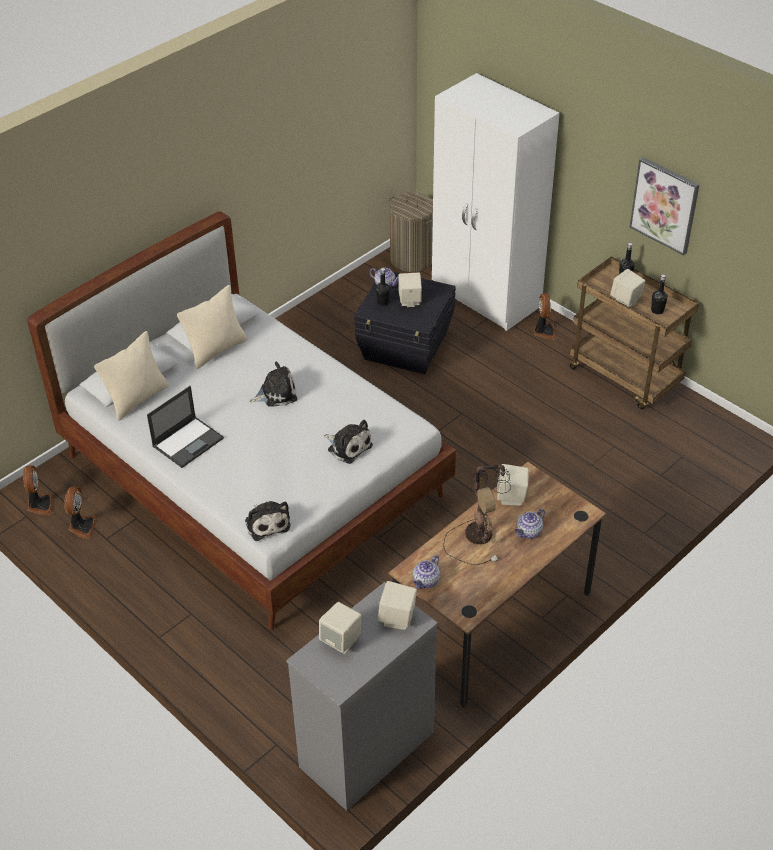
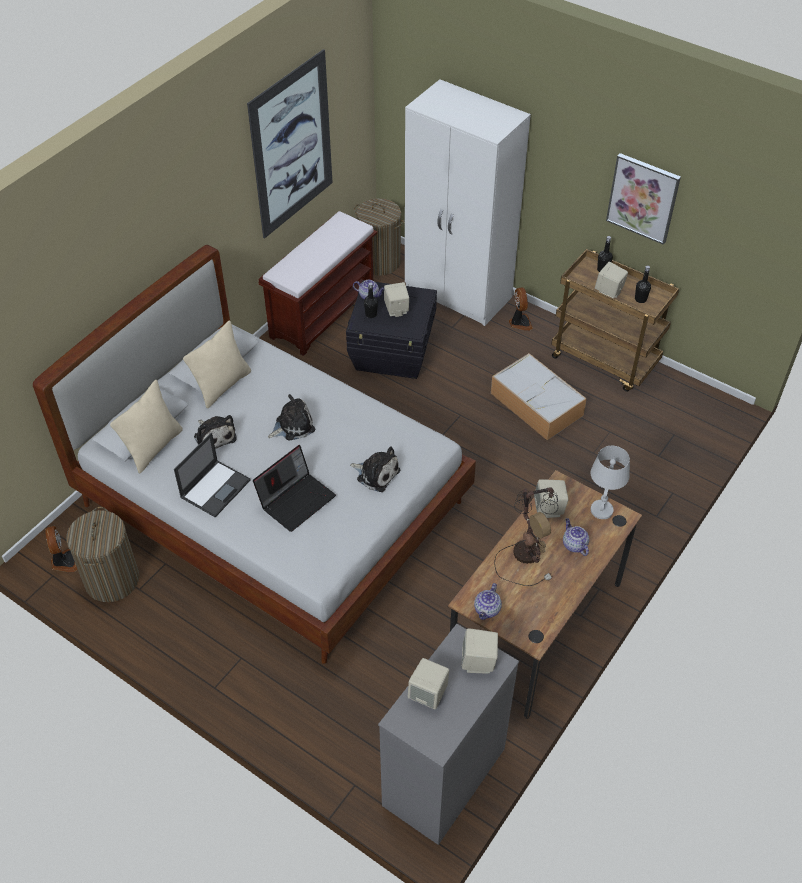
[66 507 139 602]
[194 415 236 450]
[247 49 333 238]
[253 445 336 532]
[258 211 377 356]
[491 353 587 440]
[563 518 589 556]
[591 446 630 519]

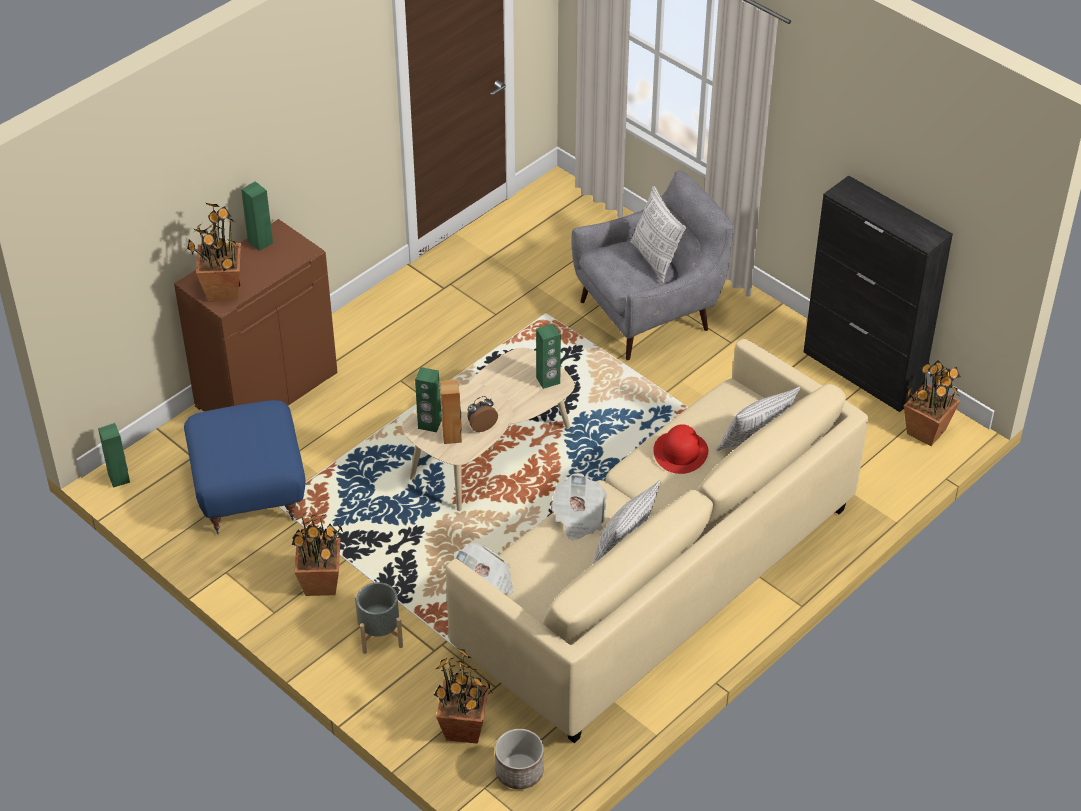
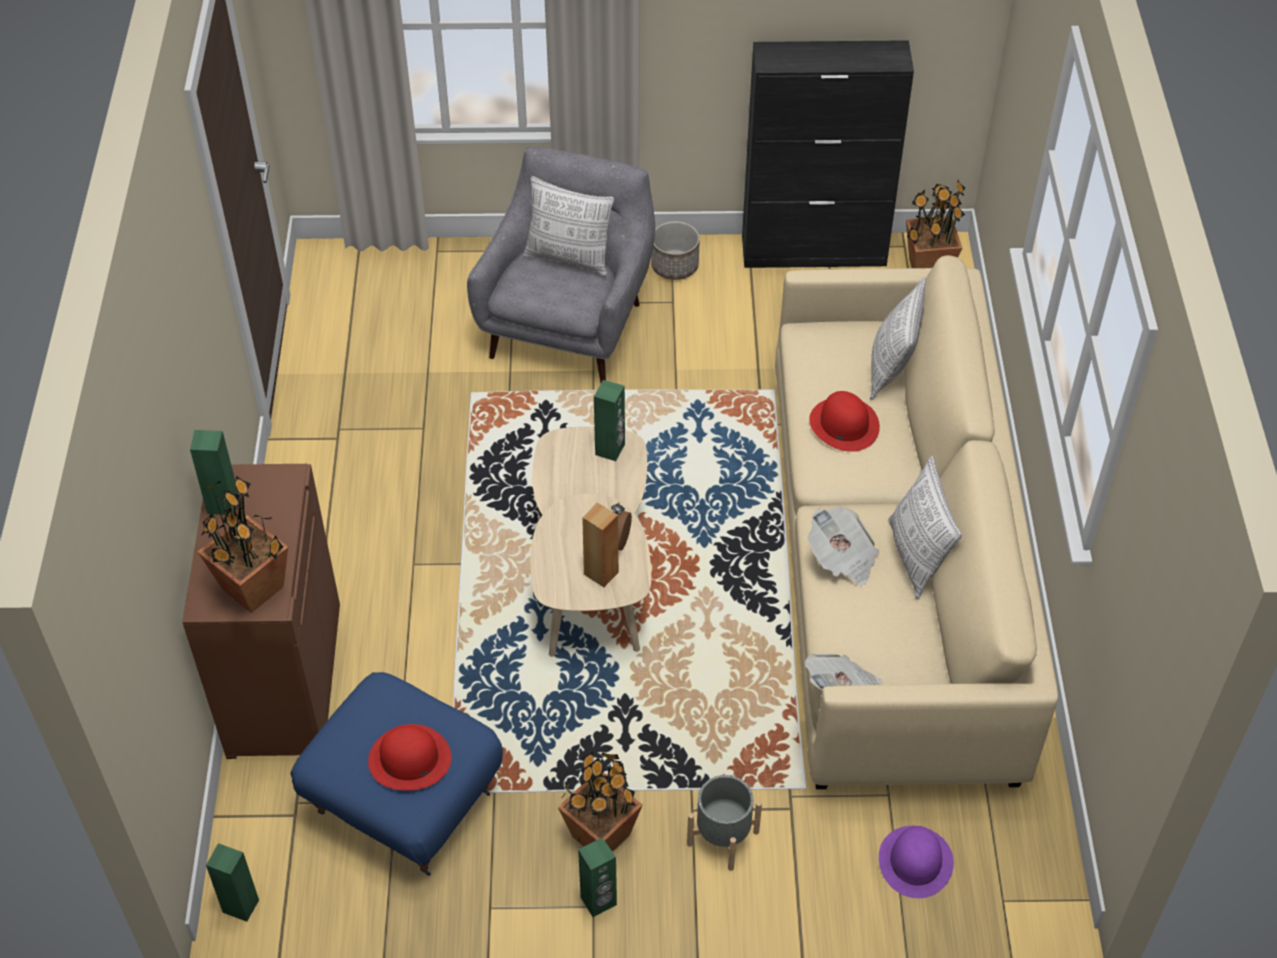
[368 724 451 791]
[578 838 617 917]
[651 221 700 280]
[879 826 954 898]

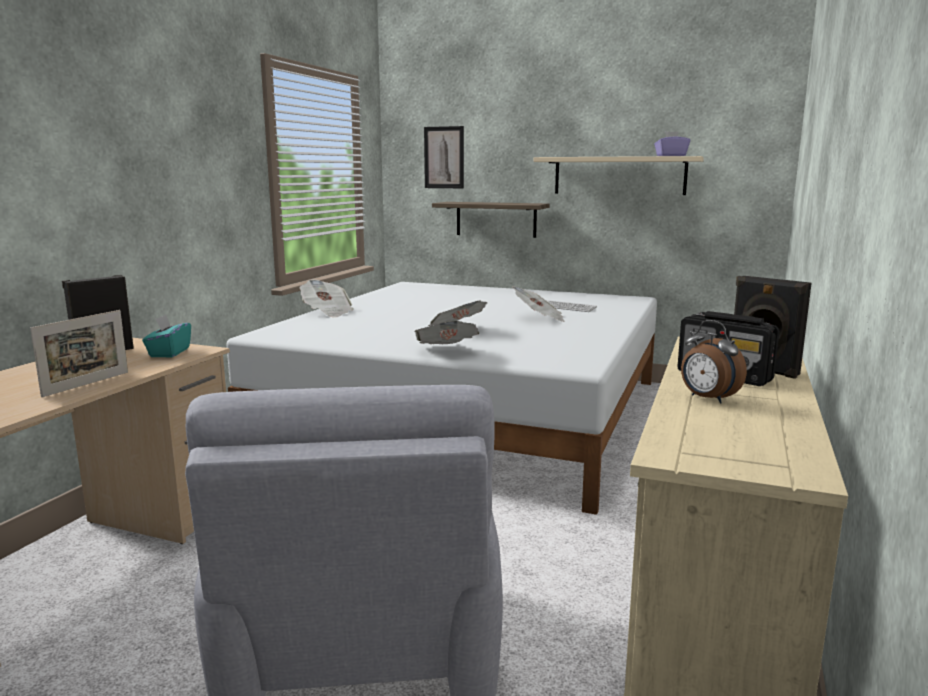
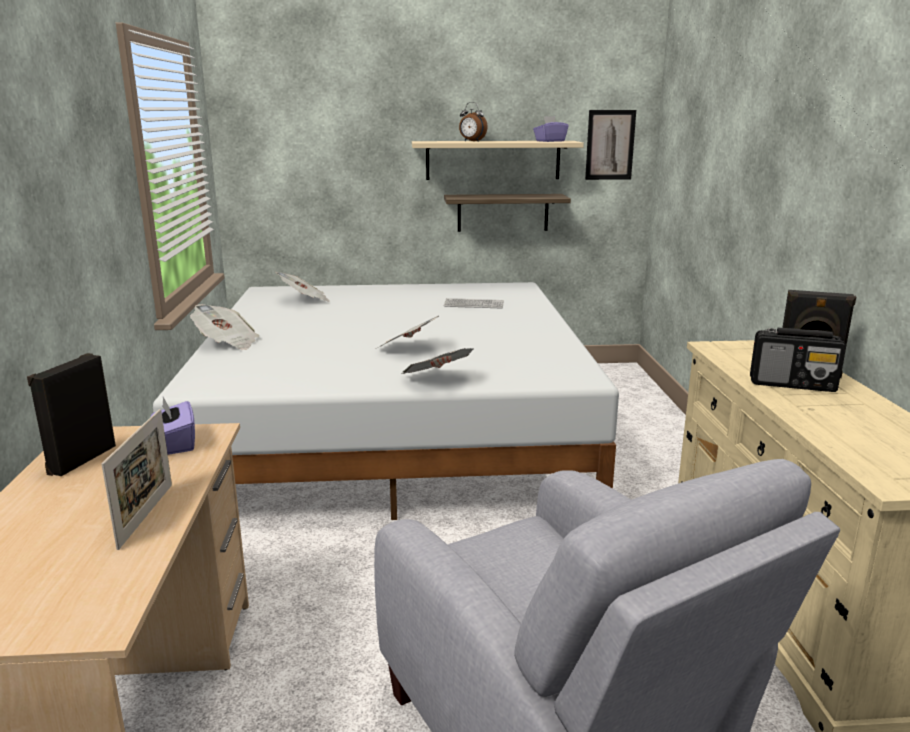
[151 397 195 455]
[275 272 331 302]
[444 194 571 232]
[459 102 488 142]
[585 110 636 180]

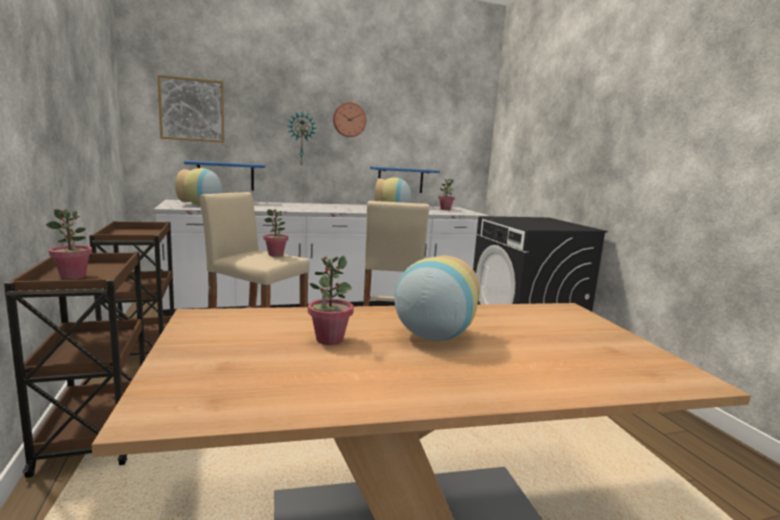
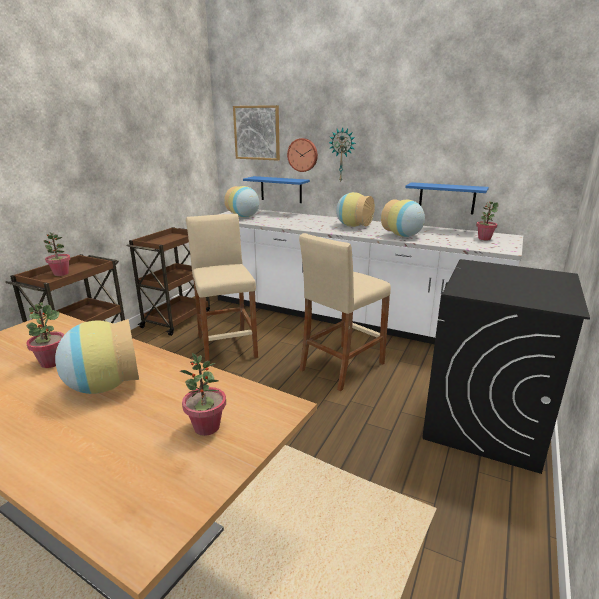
[180 353 226 436]
[287 138 318 172]
[336 192 375 227]

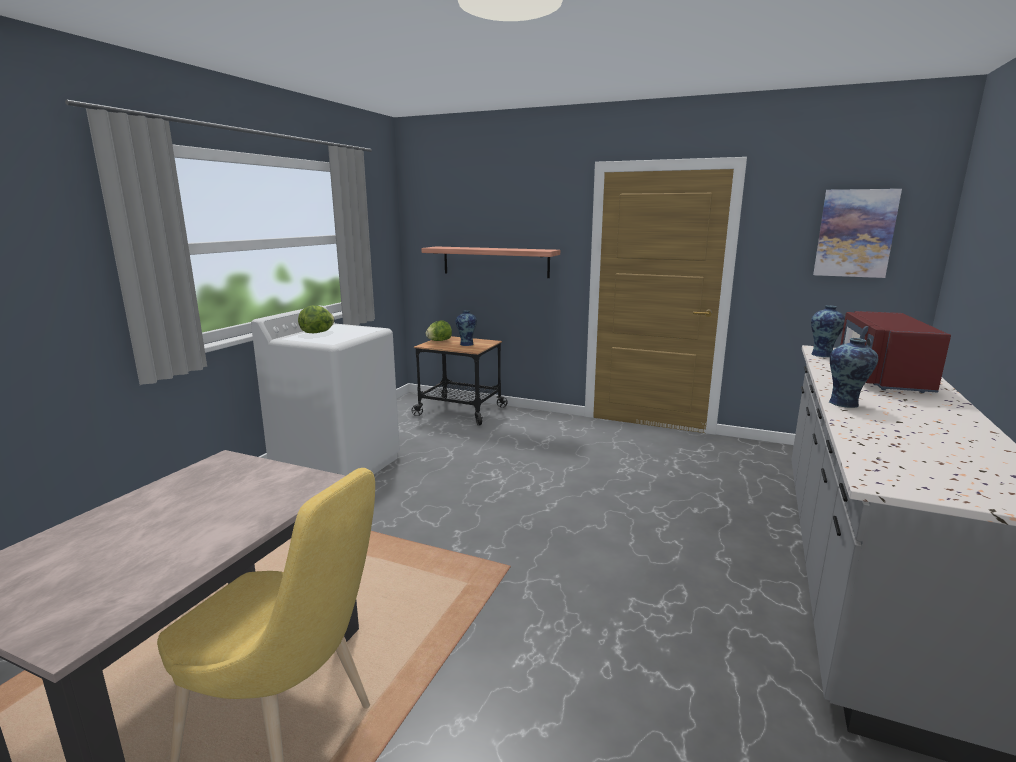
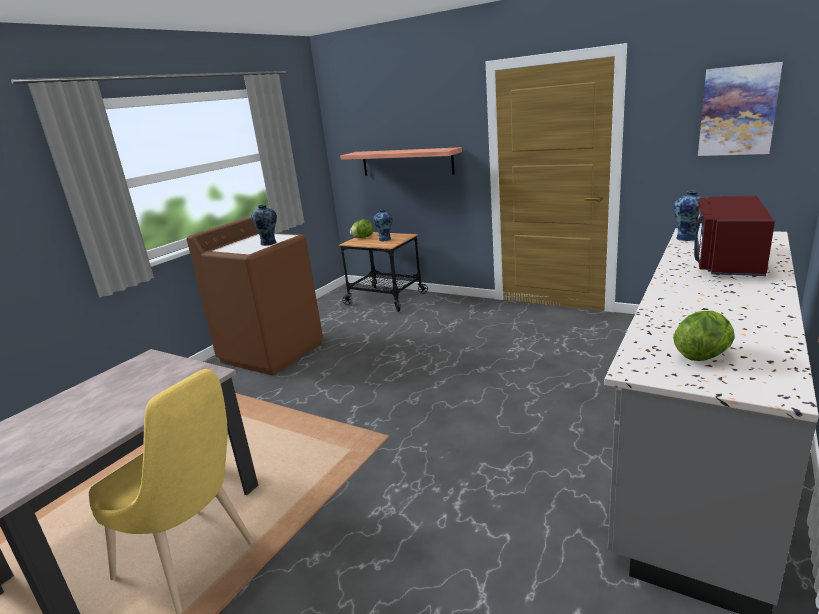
[187 217 323 375]
[251 204 277 246]
[673 311 735 361]

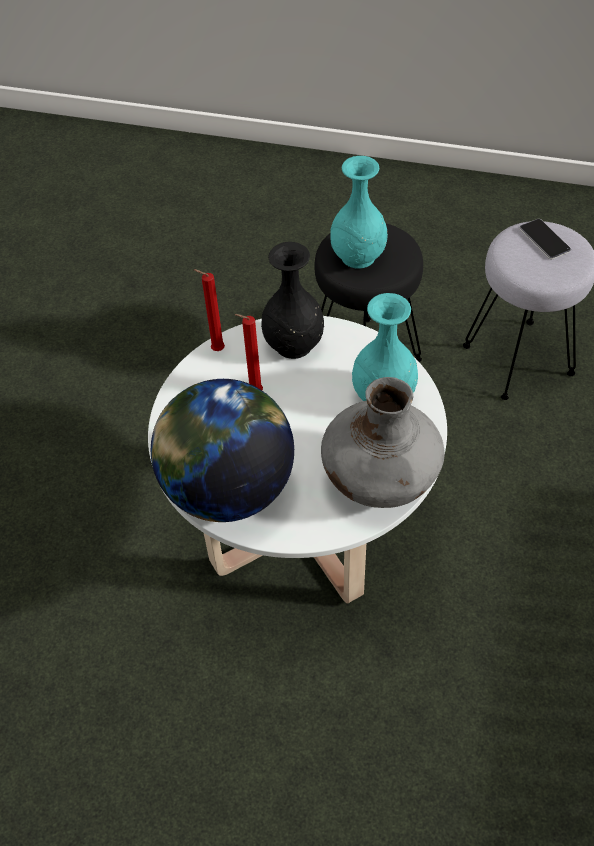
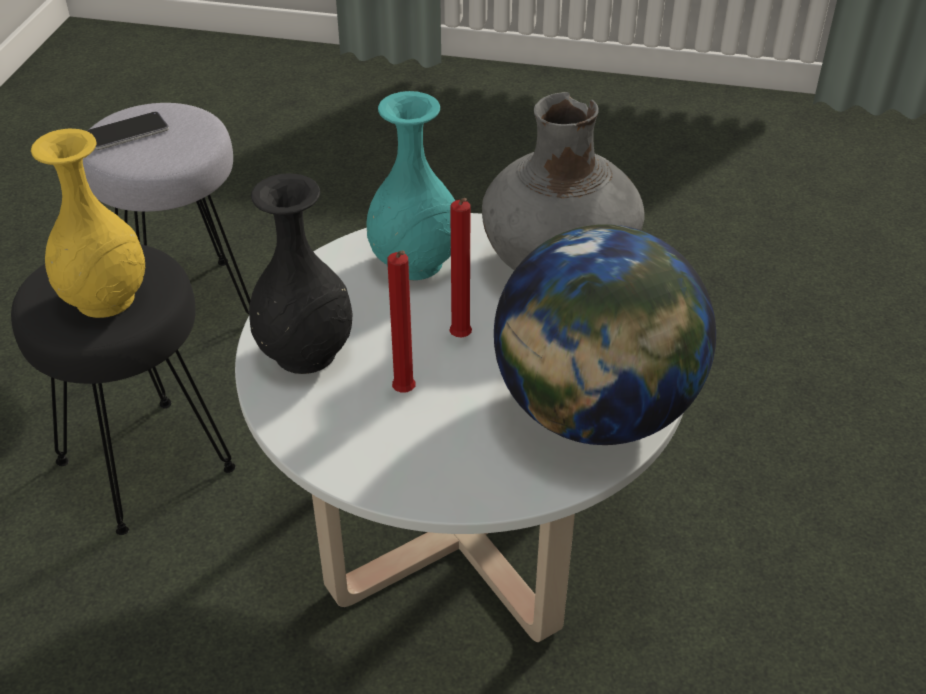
[31 128 145 318]
[449 198 472 337]

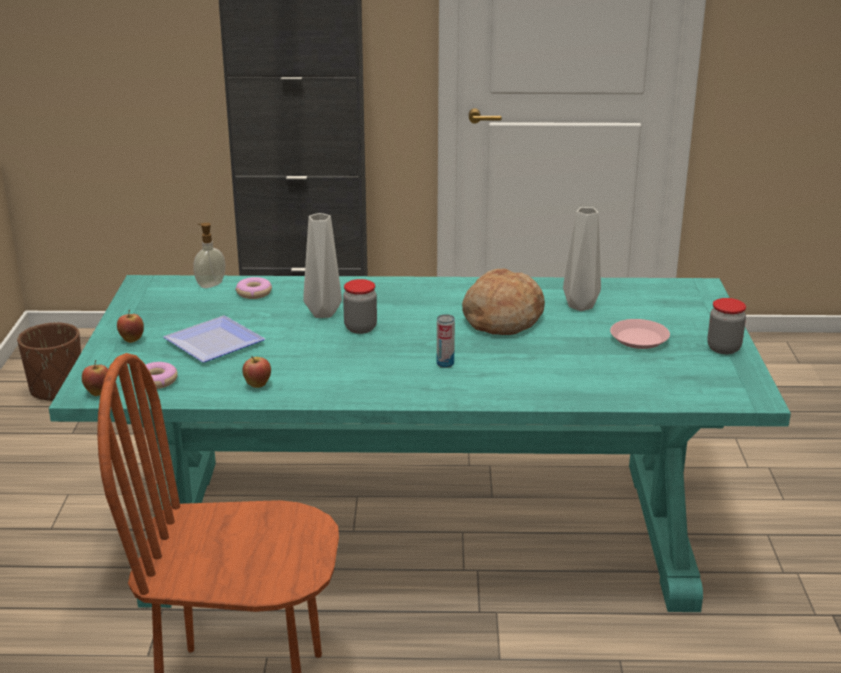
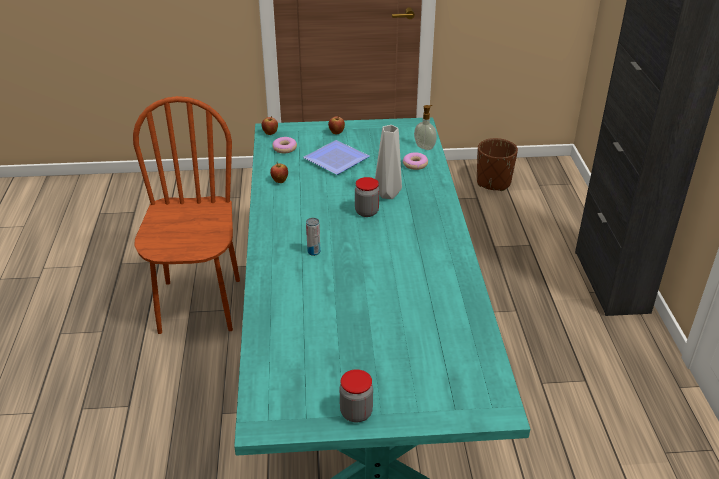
[462 269 545 335] (first image)
[563 207 601 311] (first image)
[610 319 670 349] (first image)

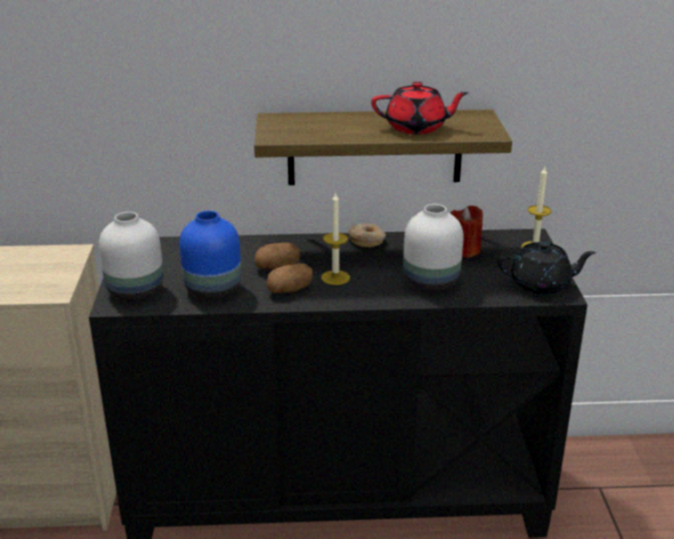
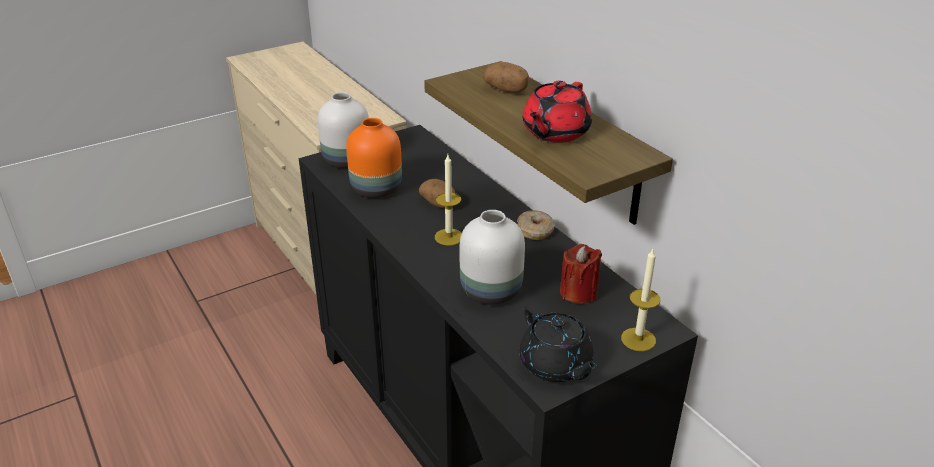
[346 118 402 198]
[483 62 529 93]
[523 81 592 143]

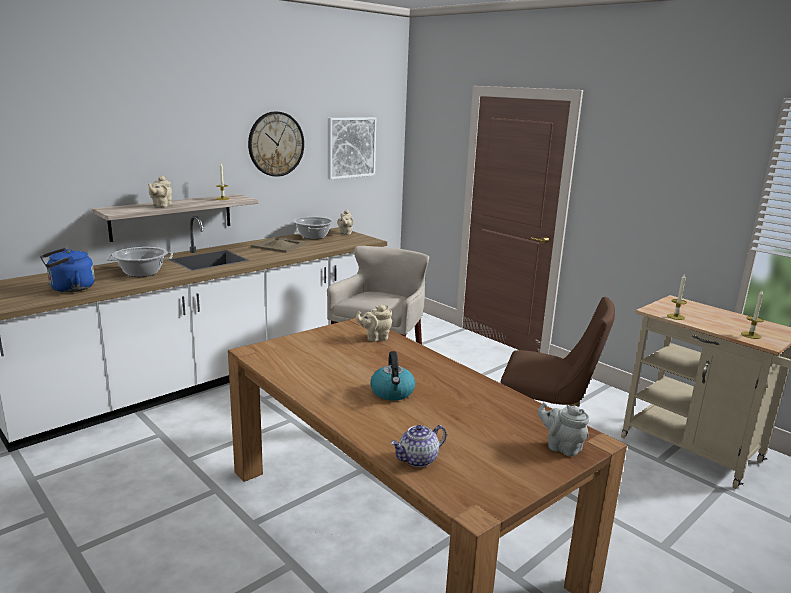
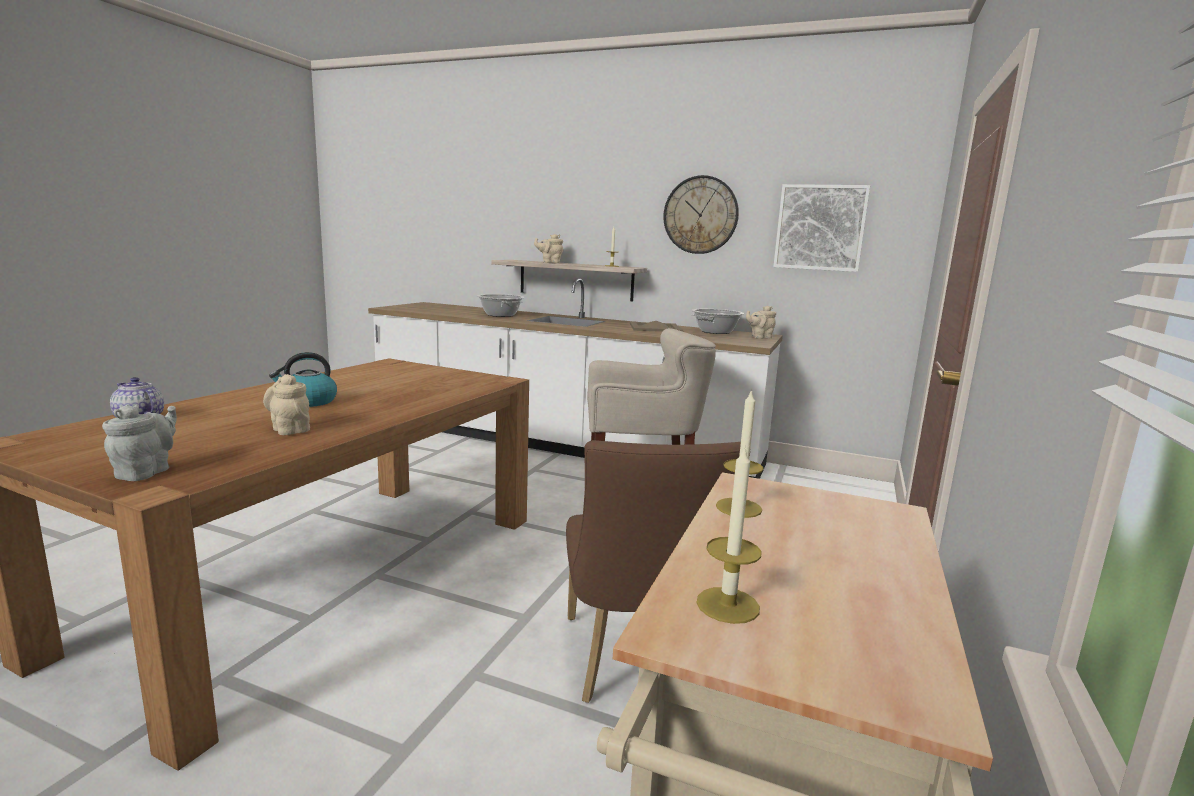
[263 374 310 435]
[40 248 95 292] (first image)

